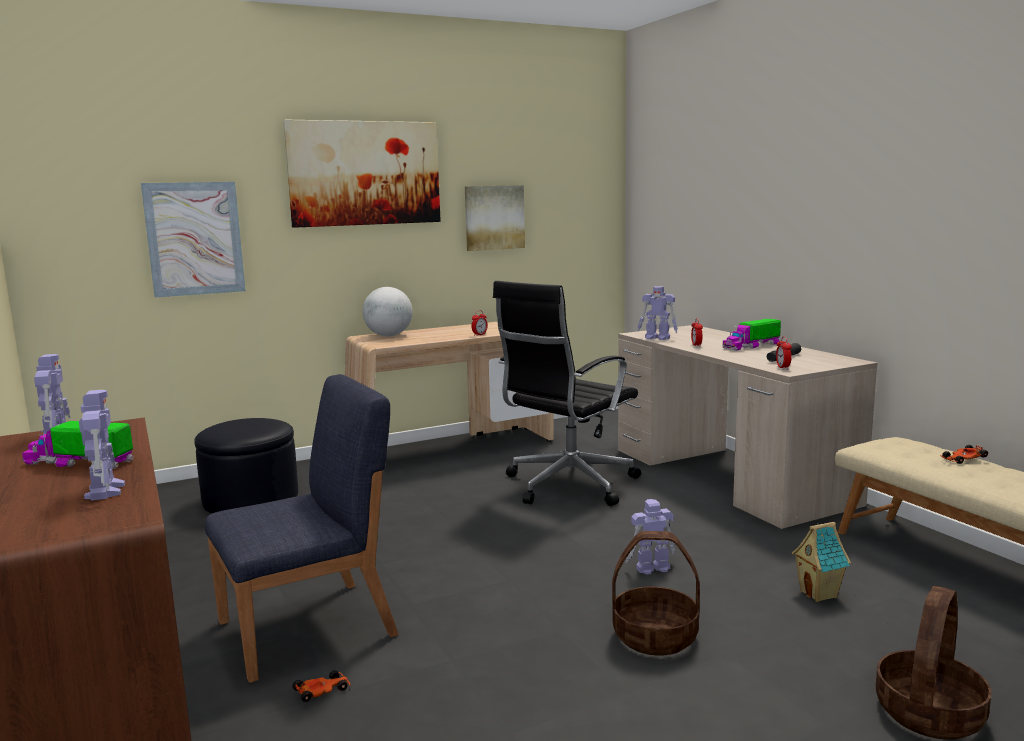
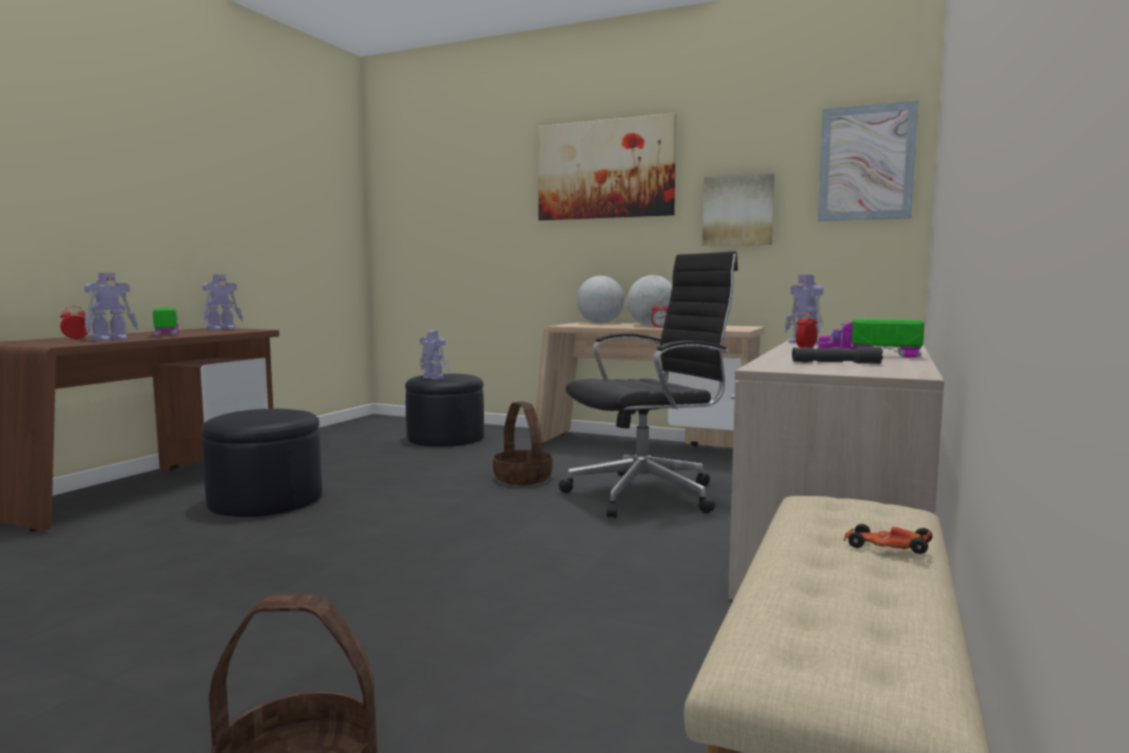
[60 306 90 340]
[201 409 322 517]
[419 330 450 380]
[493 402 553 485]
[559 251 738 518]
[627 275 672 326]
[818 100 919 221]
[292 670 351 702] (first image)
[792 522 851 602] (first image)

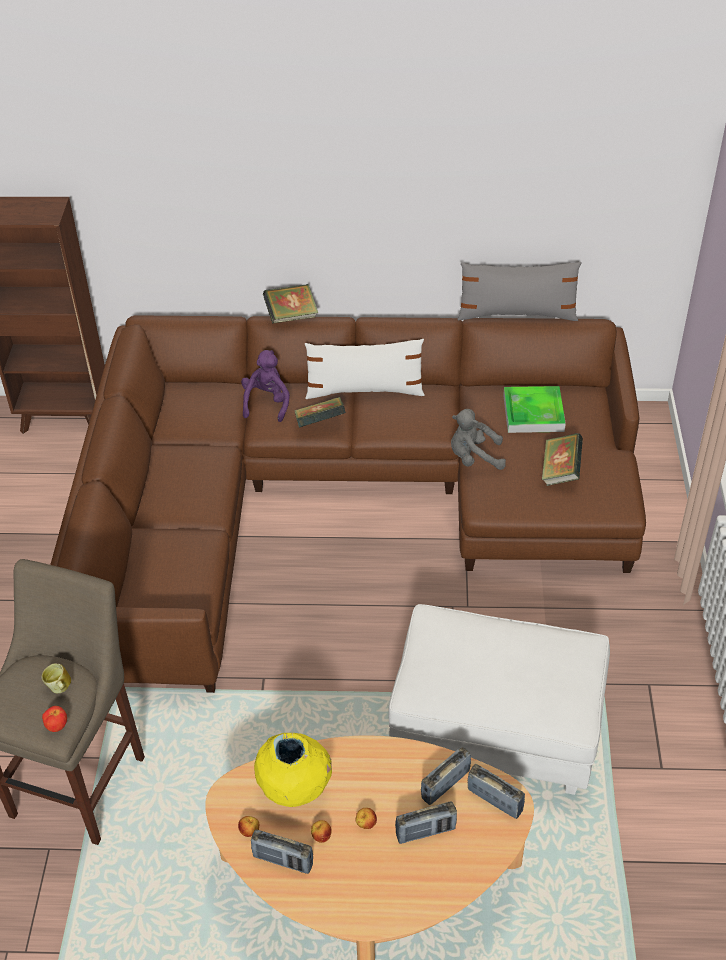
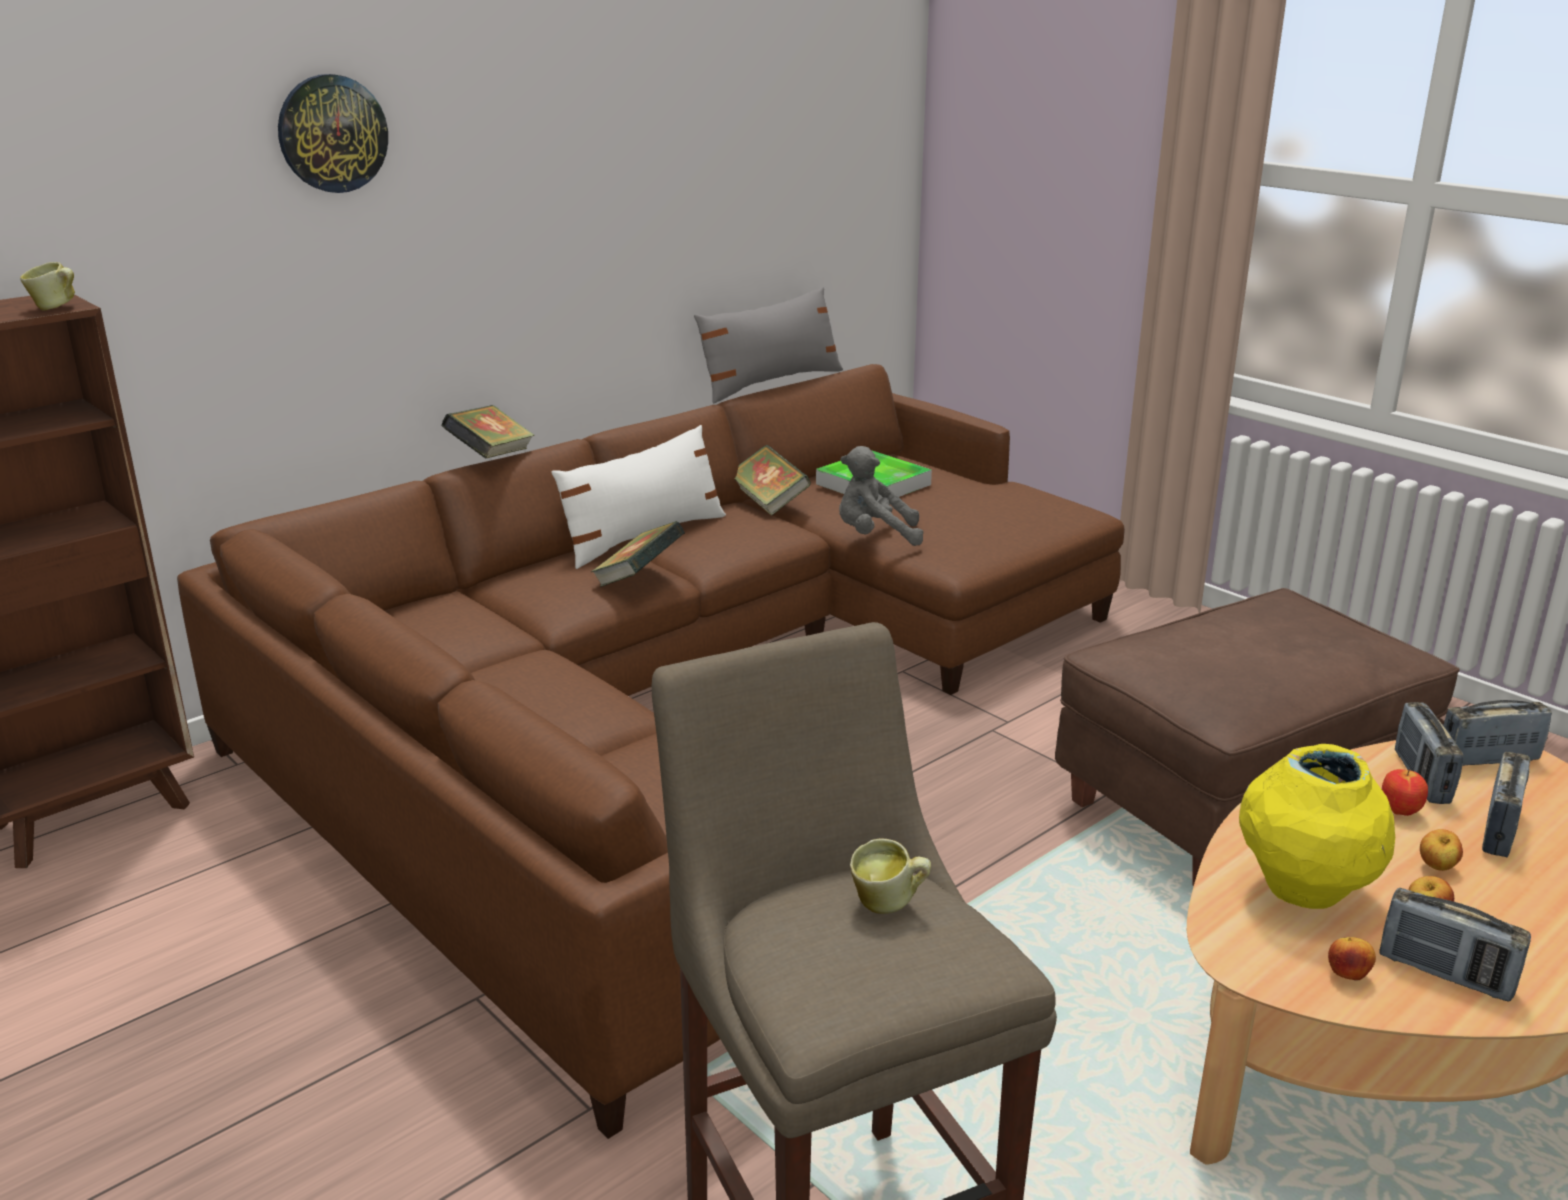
[20 262 75 311]
[278 74 388 193]
[735 445 811 516]
[839 446 924 546]
[1055 588 1460 886]
[1380 888 1531 1002]
[1382 769 1428 816]
[241 350 290 422] (first image)

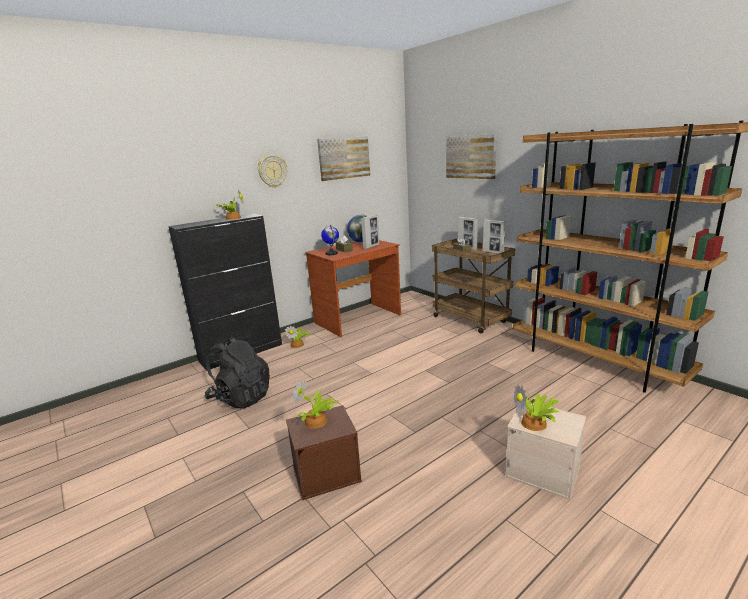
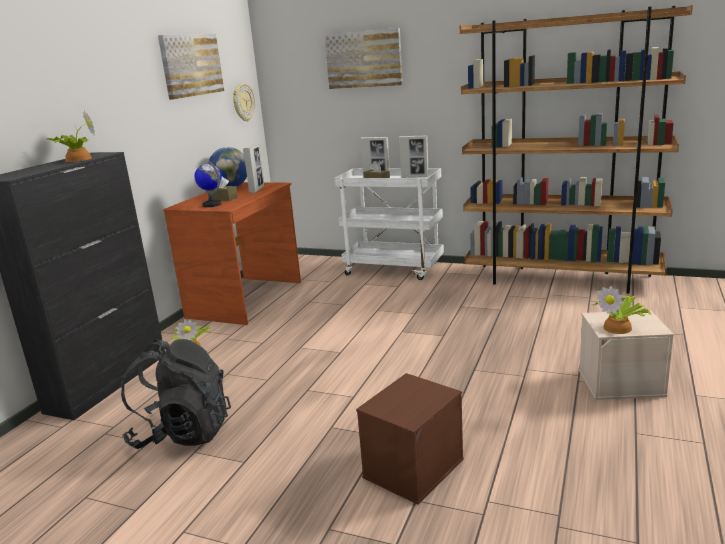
[233 83 255 122]
[334 168 444 280]
[292 380 338 429] (first image)

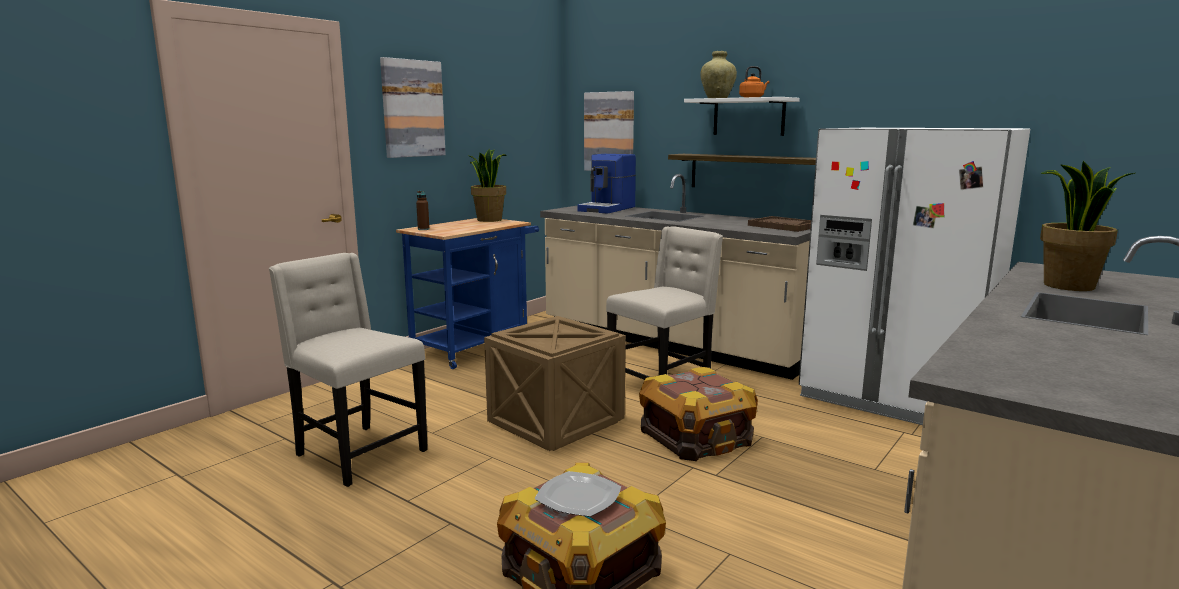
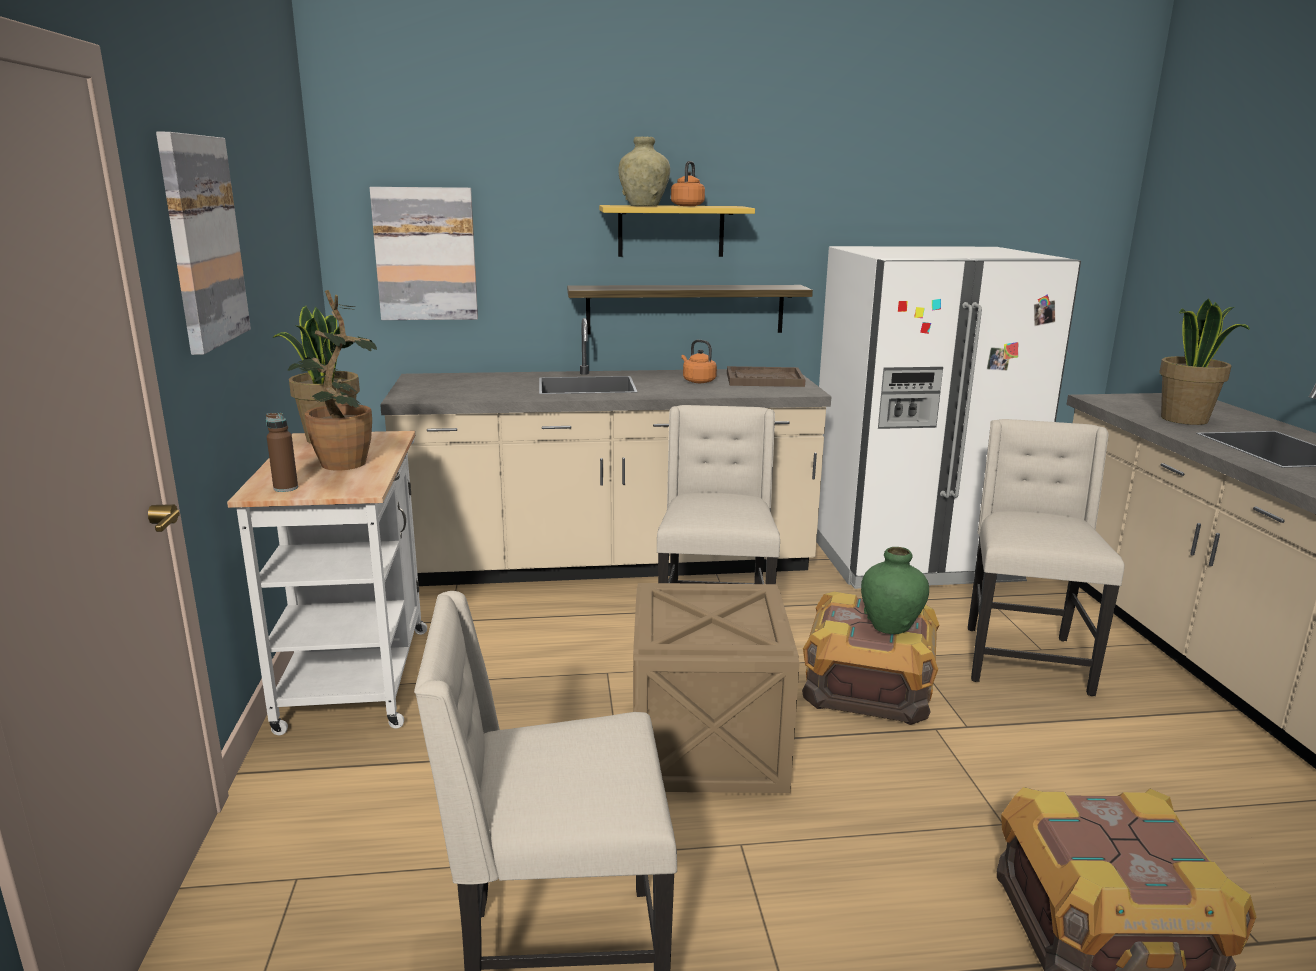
[227 431 427 735]
[288 290 377 471]
[599 205 755 257]
[681 340 717 383]
[861 547 929 634]
[968 419 1124 696]
[535 471 621 517] (first image)
[577 154 636 214] (first image)

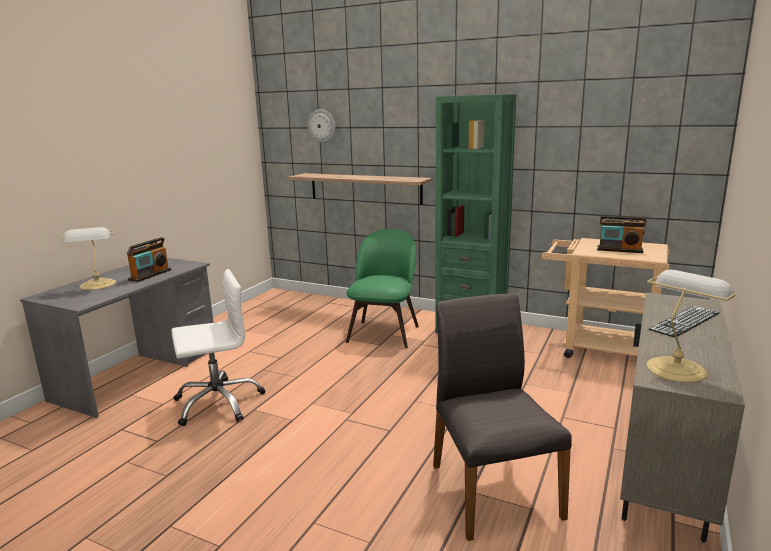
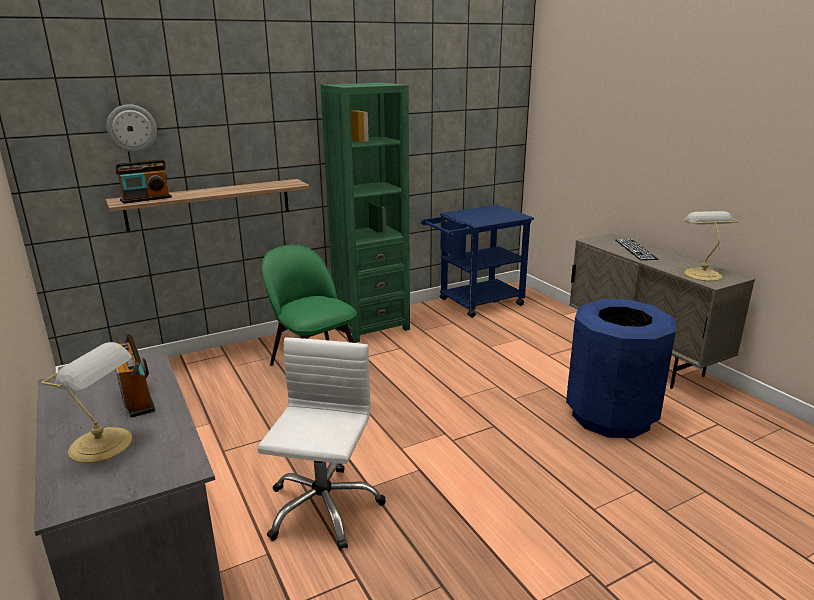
[115 159 172 204]
[421 205 534 318]
[566 299 676 438]

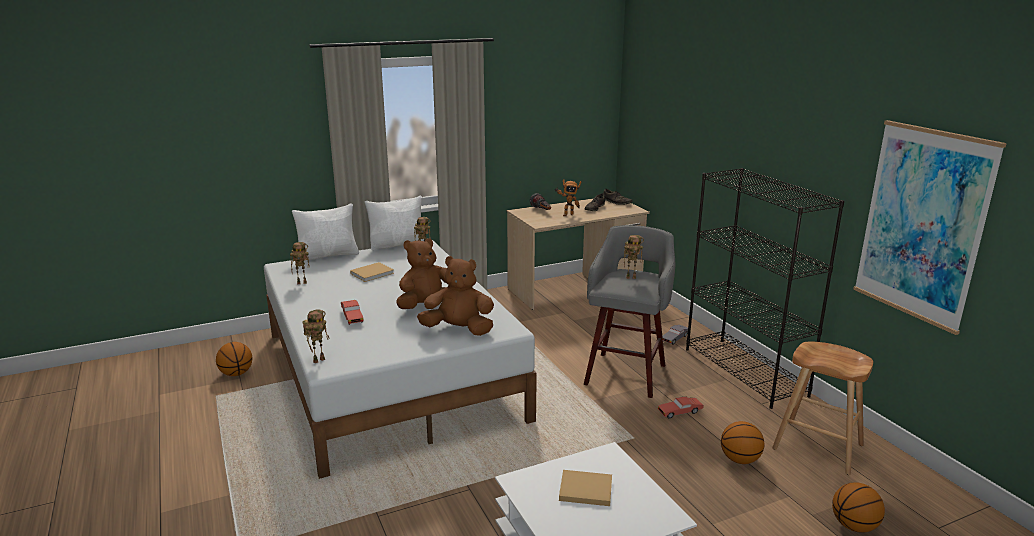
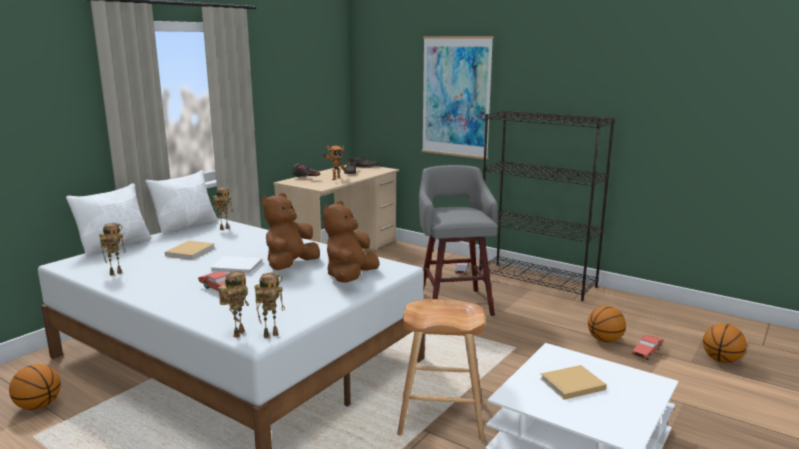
[210 256 263 274]
[255 272 285 338]
[323 201 379 283]
[397 299 485 441]
[422 36 494 160]
[632 335 663 360]

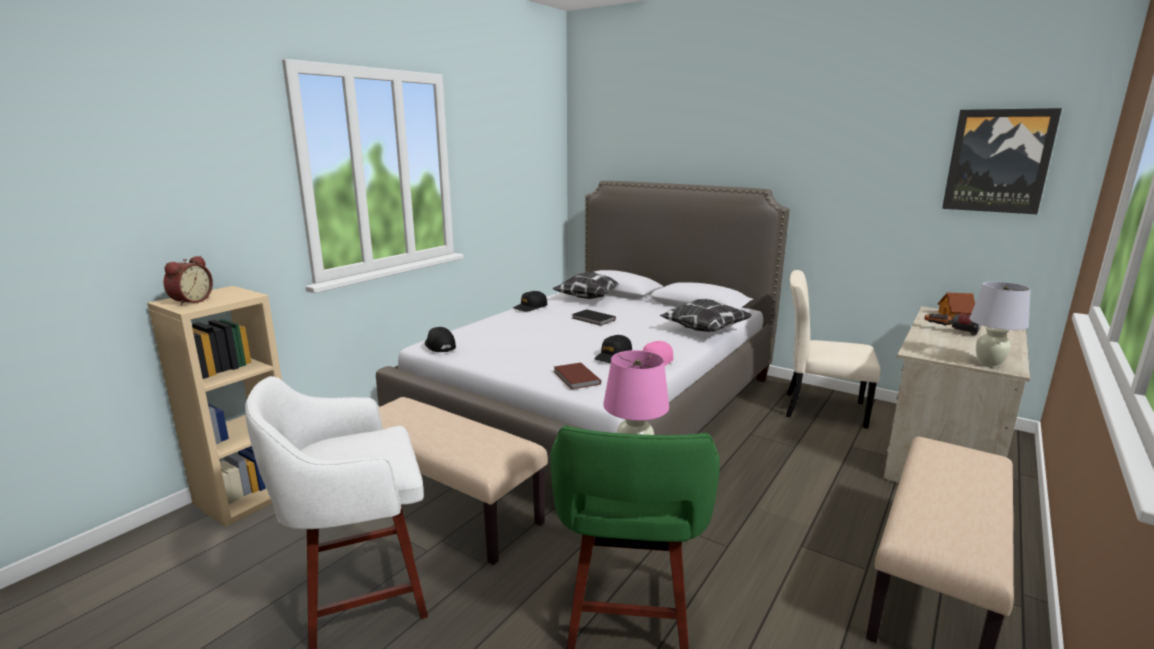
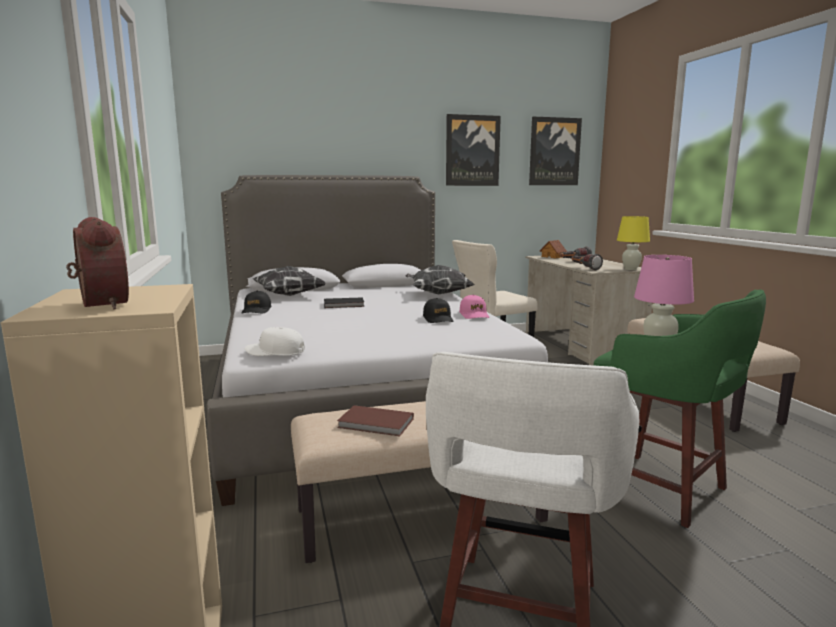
[245 327 305 356]
[337 405 414 437]
[446 114 501 186]
[572 254 603 271]
[617 216 650 270]

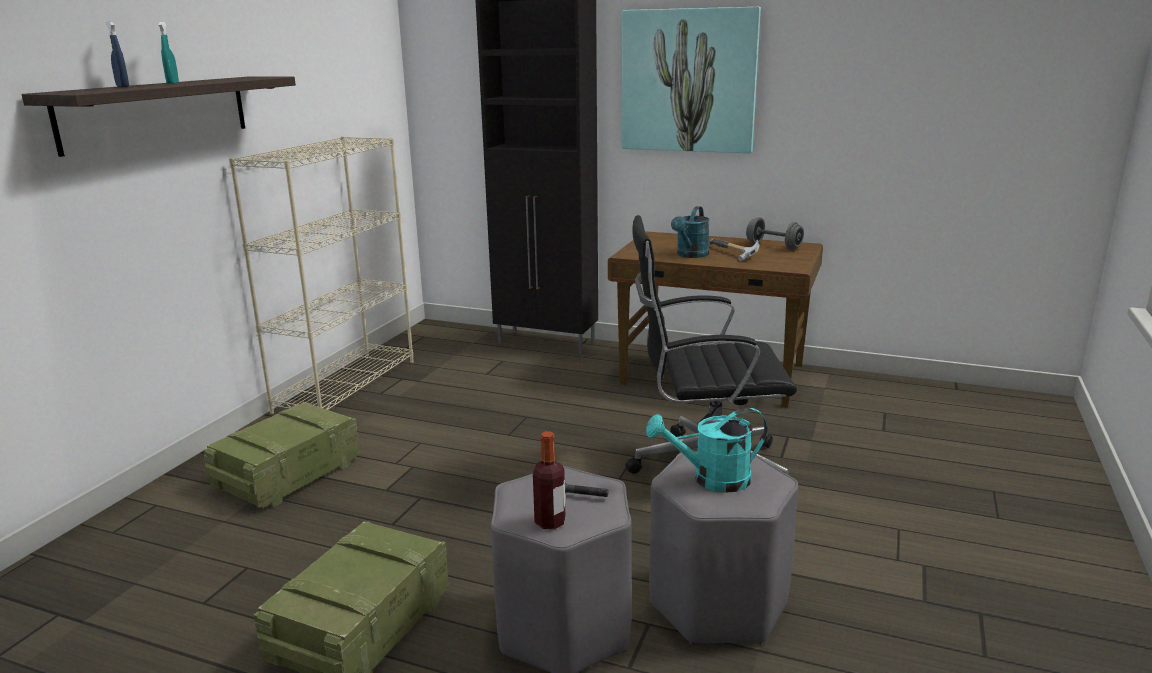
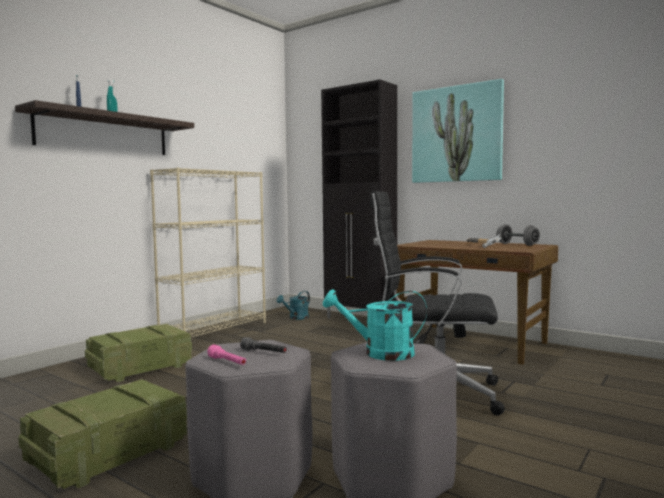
[207 345 246 365]
[277 291 310 320]

